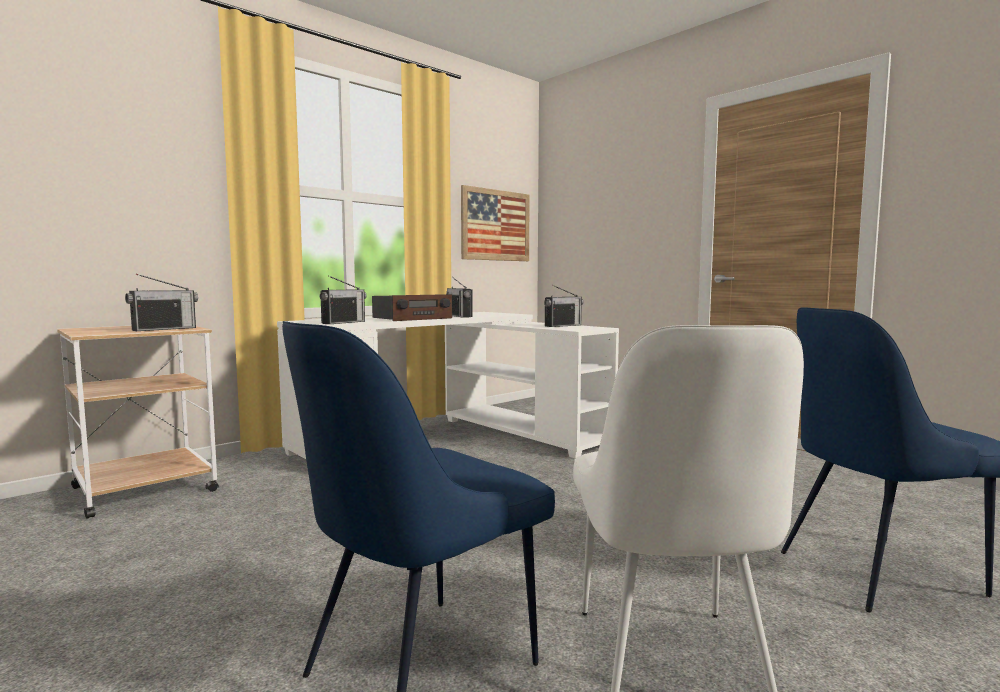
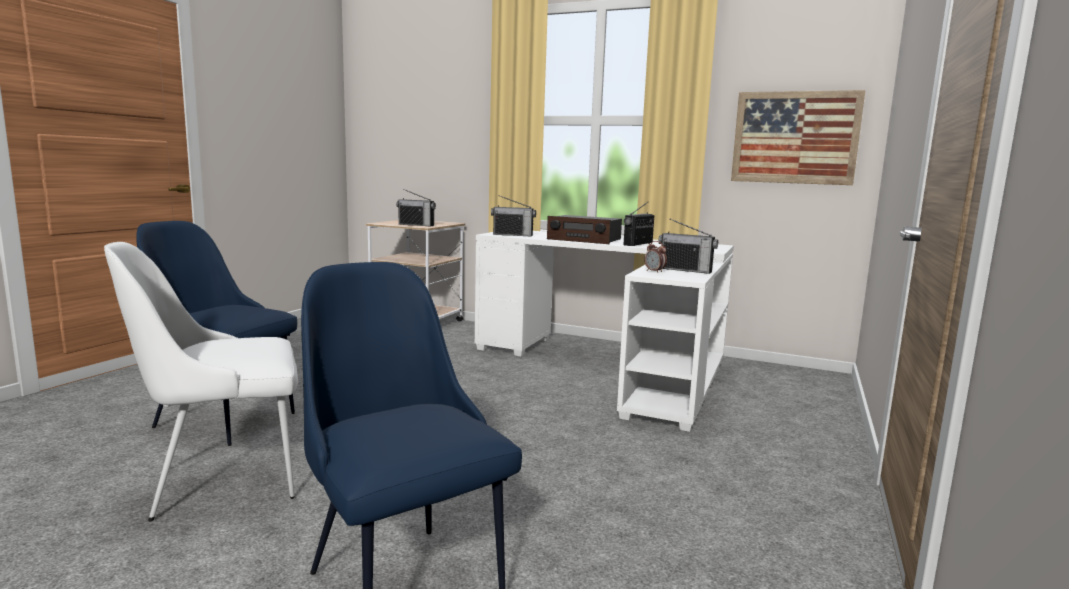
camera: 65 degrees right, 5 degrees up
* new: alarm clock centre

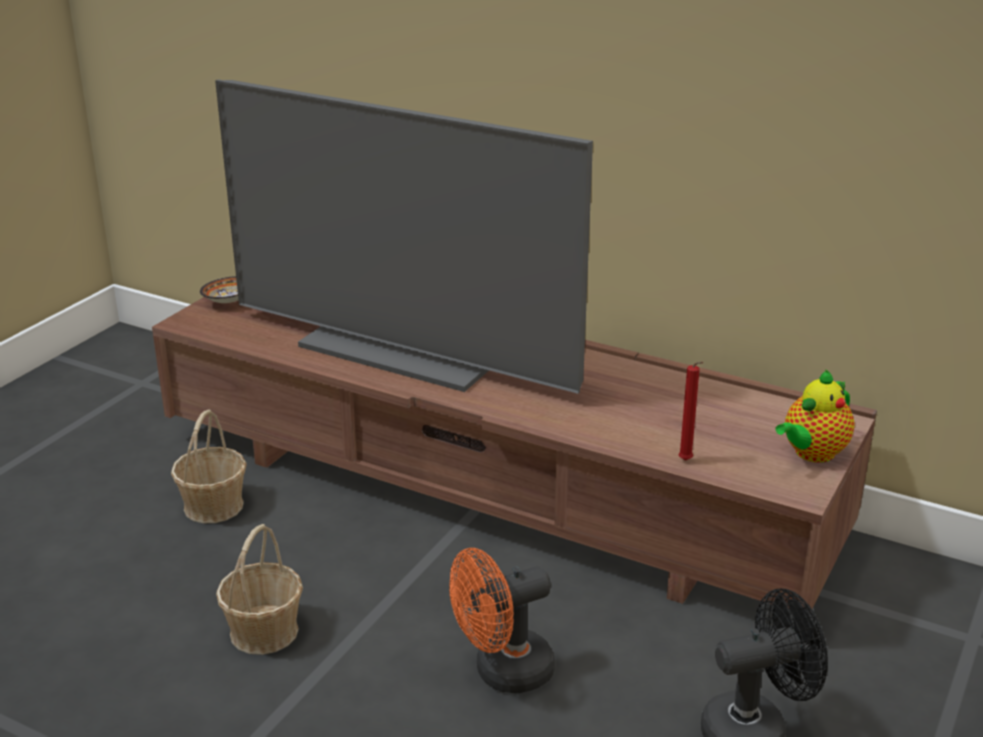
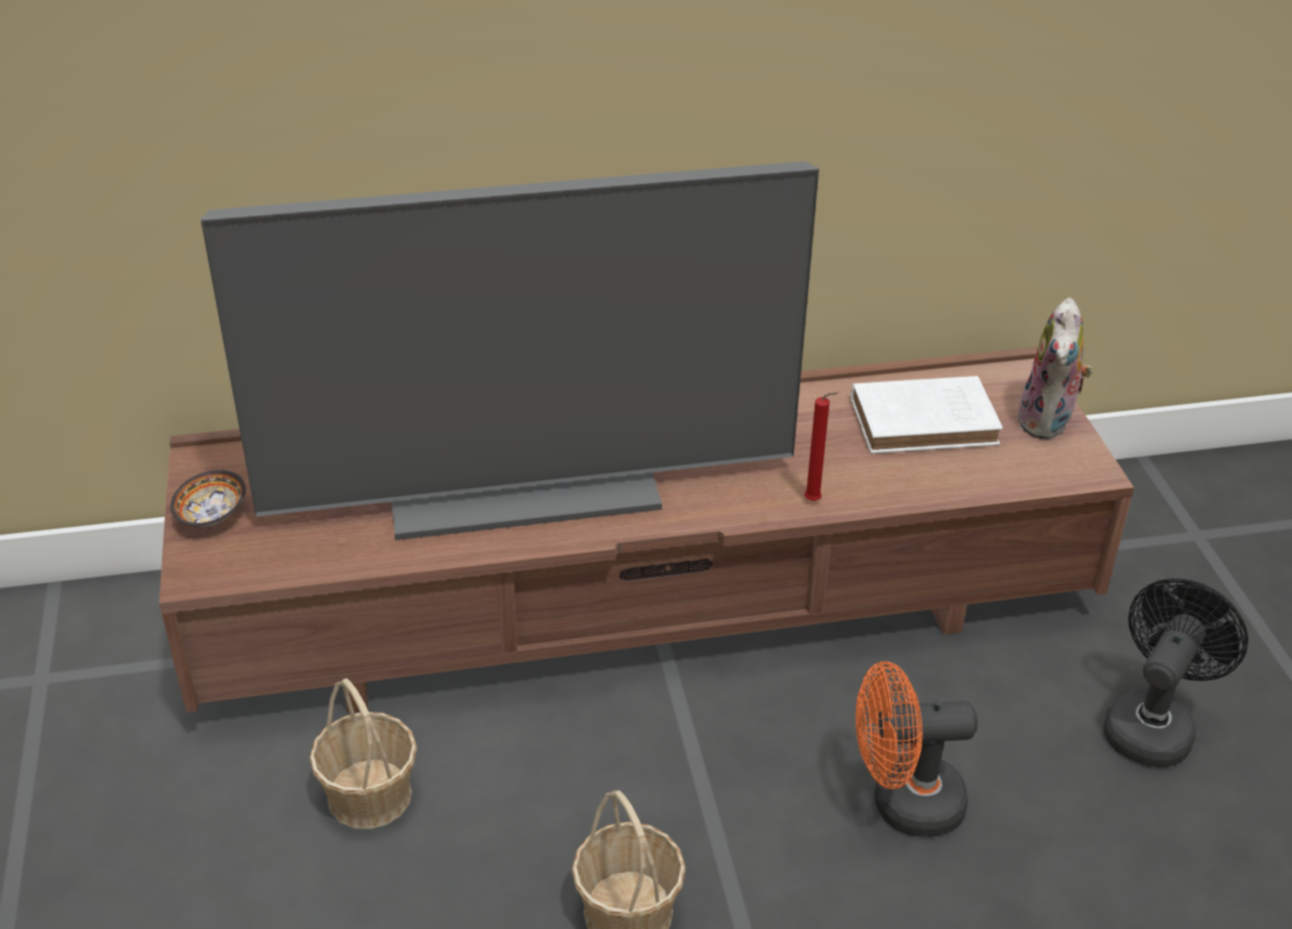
camera: 40 degrees left, 10 degrees up
* shifted: red candle middle right to centre
* new: white book middle right
* rotated: orange fan bottom centre = bottom right 60 degrees clockwise
* swapped: teapot middle right to plush toy middle right

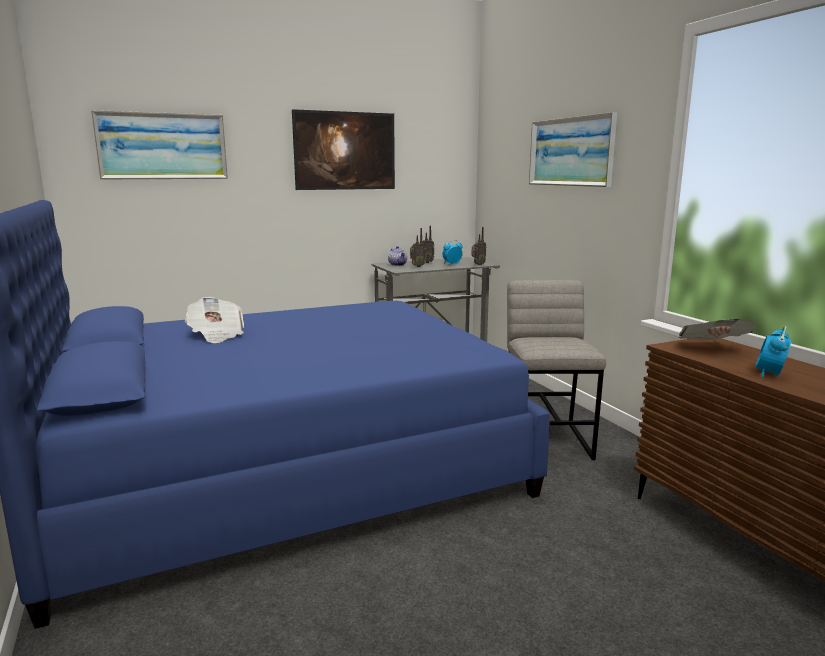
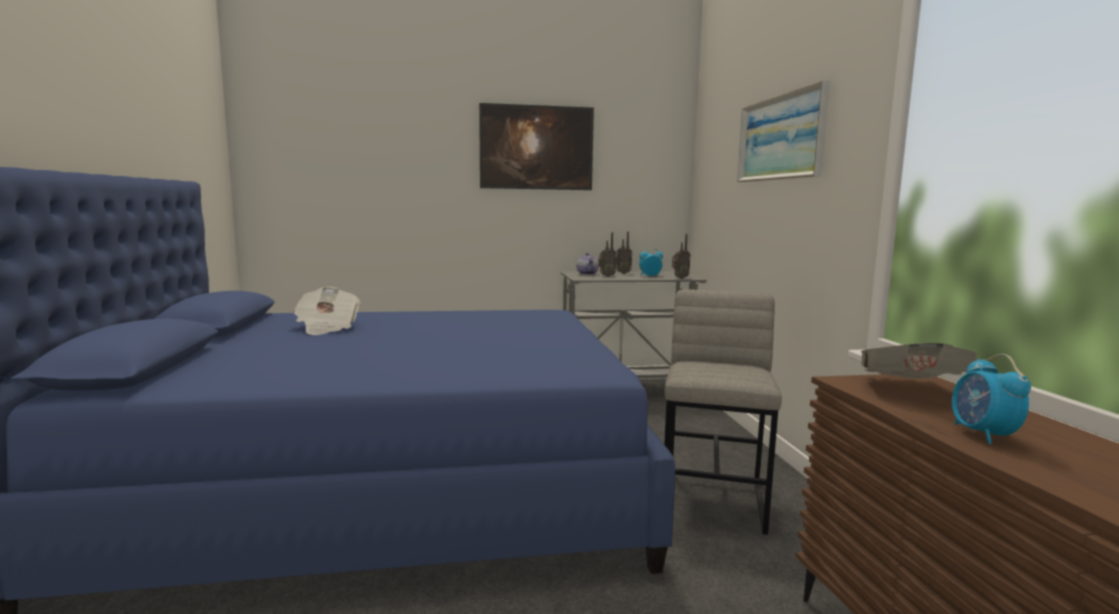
camera: 15 degrees right, 5 degrees down
* rotated: alarm clock (no. 2 from left) middle right = middle right 45 degrees counterclockwise
* gone: picture (no. 1 from left) top left

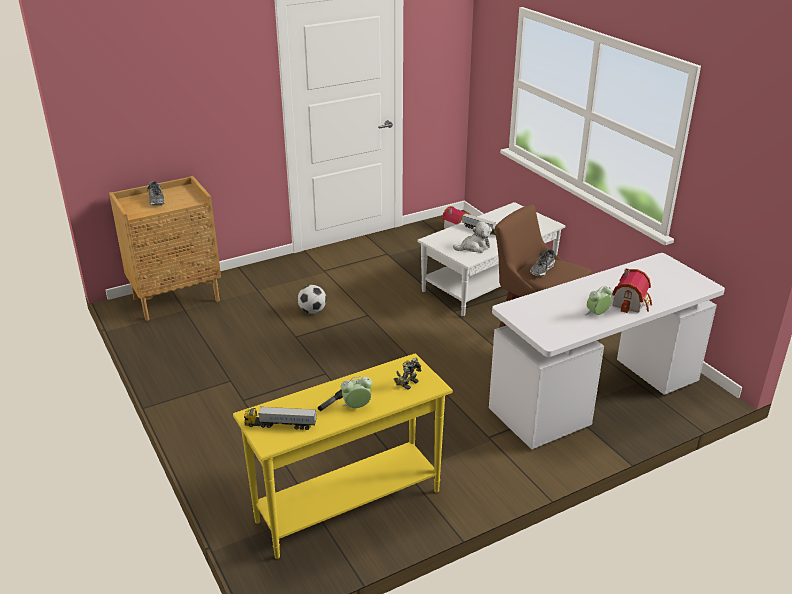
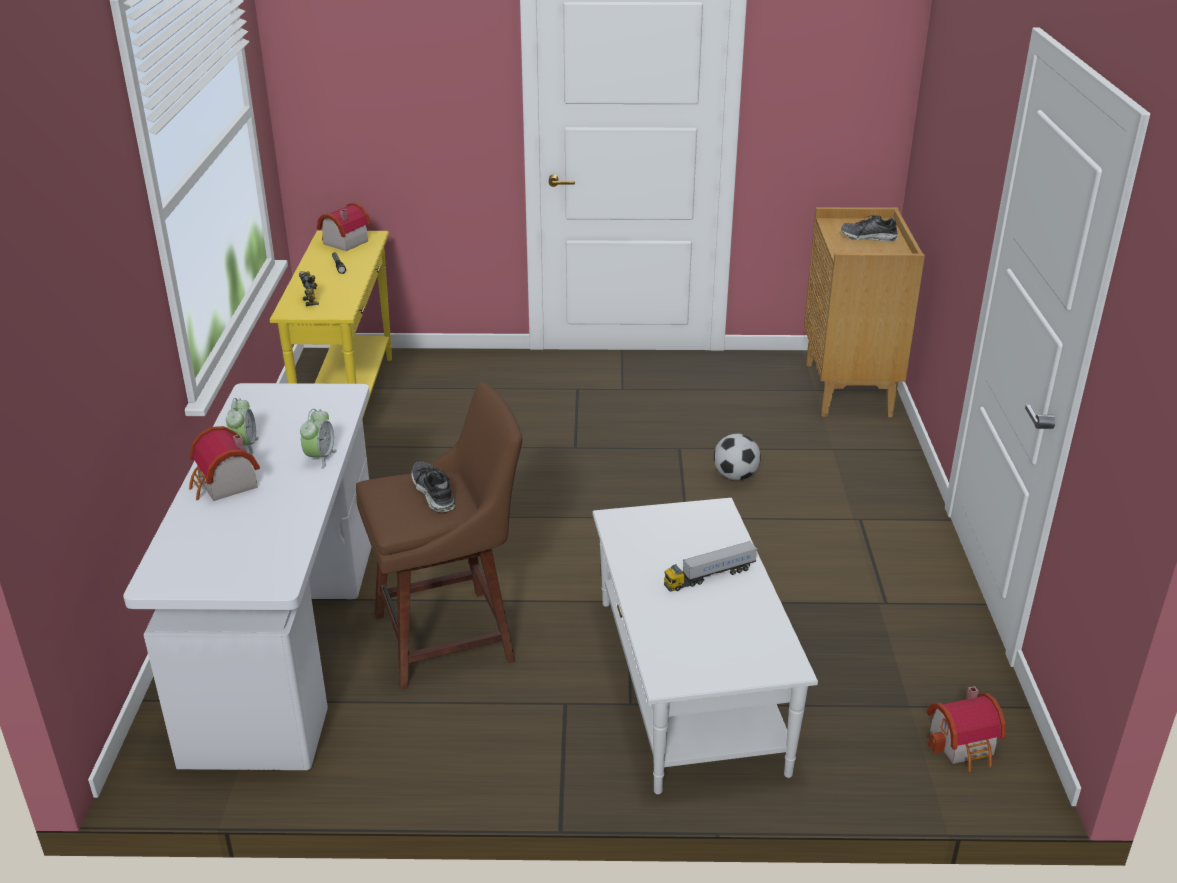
camera: 120 degrees right, 0 degrees up
* shifted: alarm clock (no. 1 from left in the first image) centre to alarm clock (no. 2 from left) middle left
* swapped: toy truck (no. 1 from left) bottom centre to toy house (no. 2 from left) top left
* gone: plush toy centre

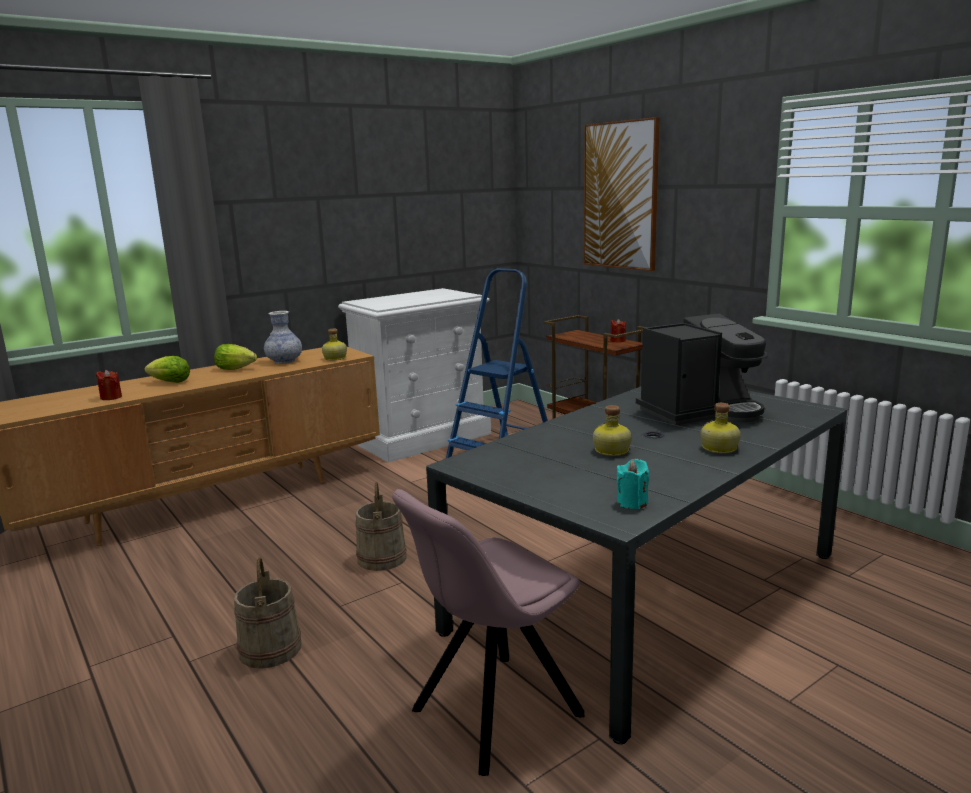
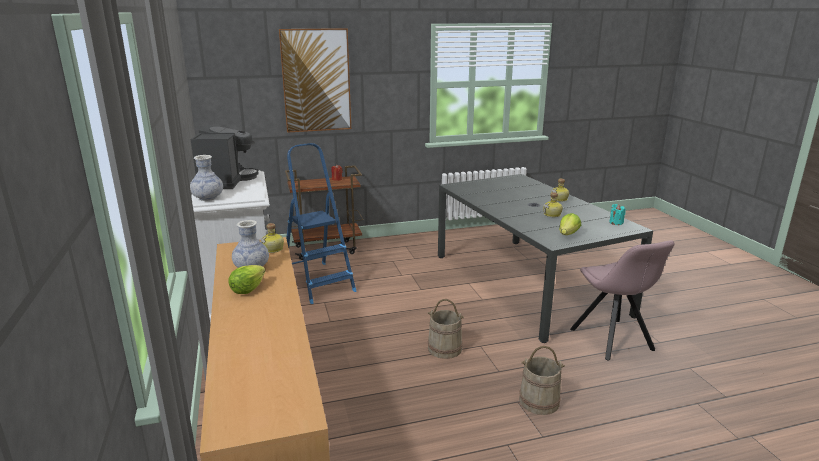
camera: 70 degrees left, 5 degrees up
* new: vase (no. 1 from left) middle left
* shifted: coffee machine middle right to middle left
* shifted: lettuce (no. 1 from left in the first image) middle left to lettuce (no. 2 from left) middle right
* gone: red candle (no. 1 from left) middle left

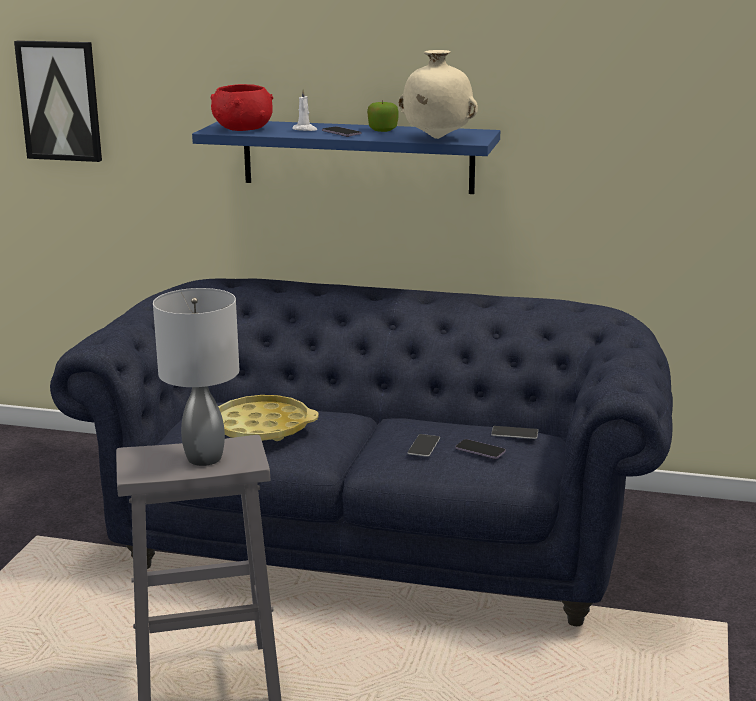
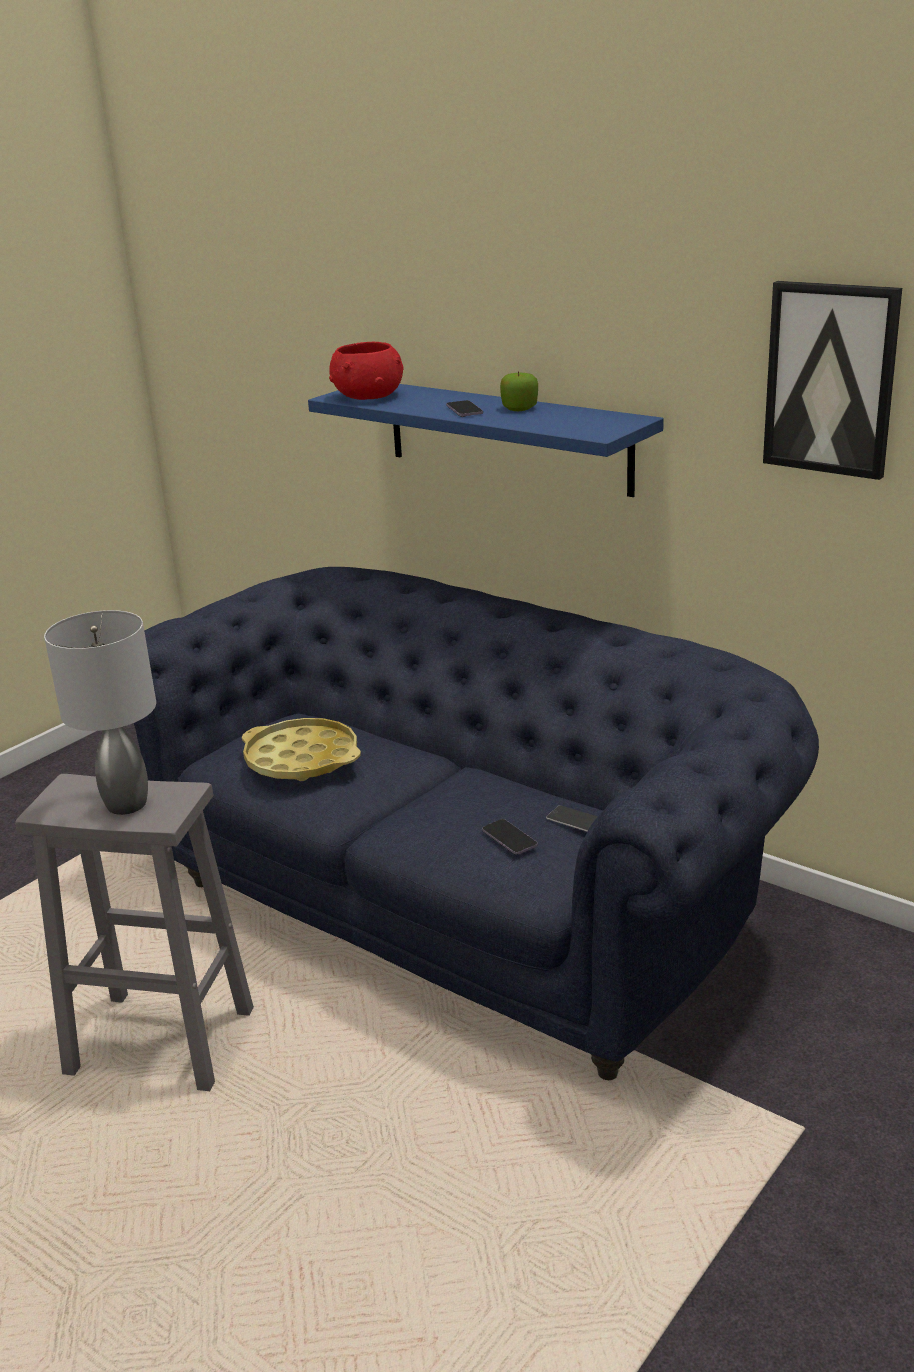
camera: 25 degrees right, 5 degrees up
* shifted: picture top left to top right
* gone: white candle top centre
* gone: beige vase top centre
* gone: phone (no. 2 from left) centre

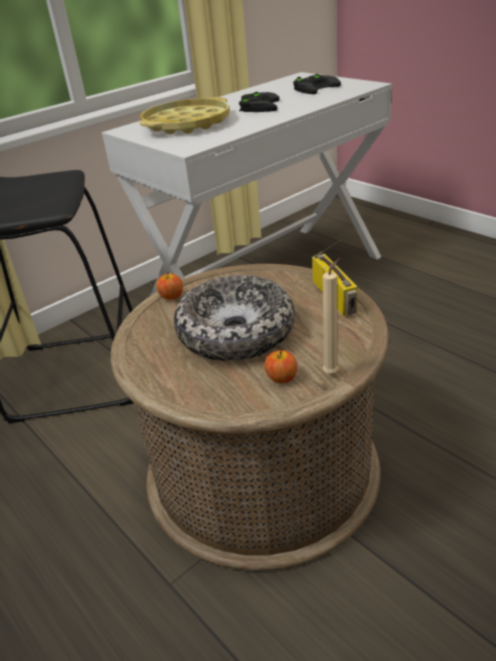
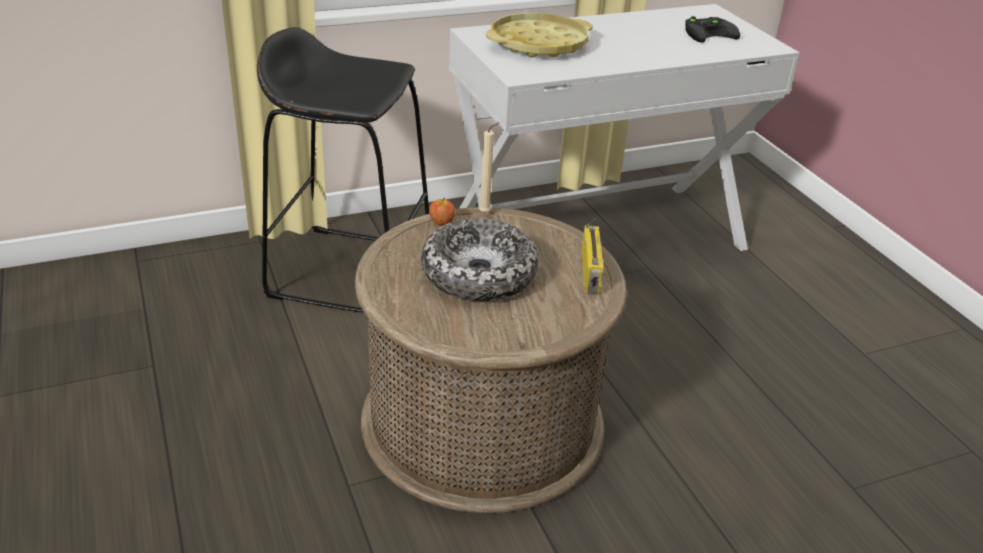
camera: 15 degrees right, 0 degrees up
* shifted: beige candle middle right to top centre
* gone: black game controller (no. 1 from left) top centre
* gone: apple (no. 2 from left) centre

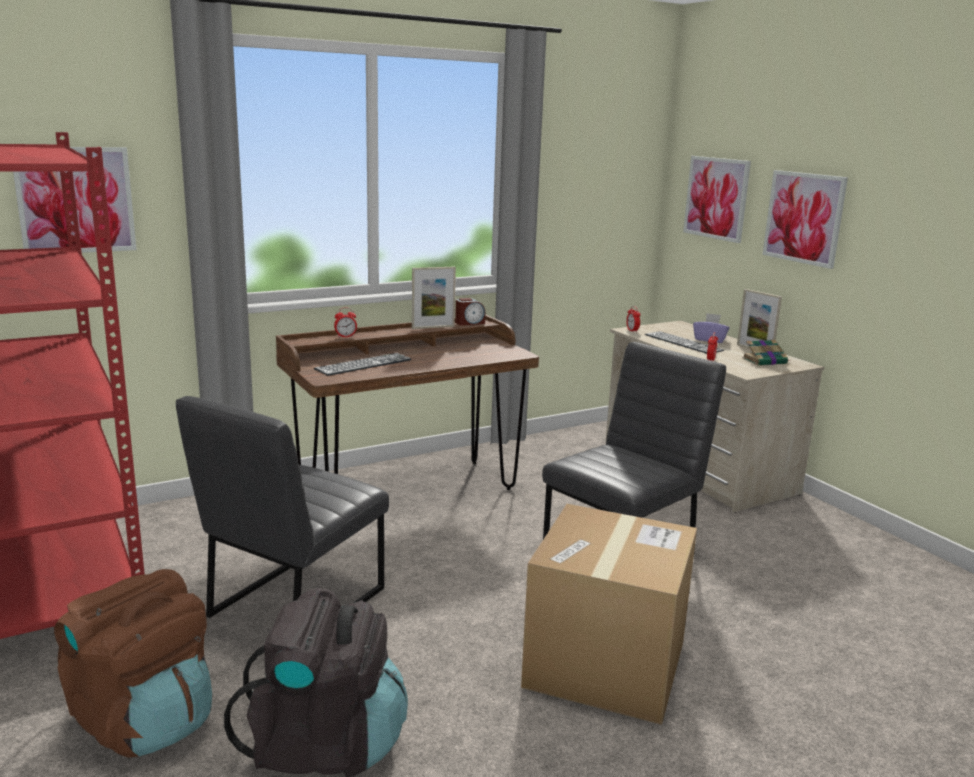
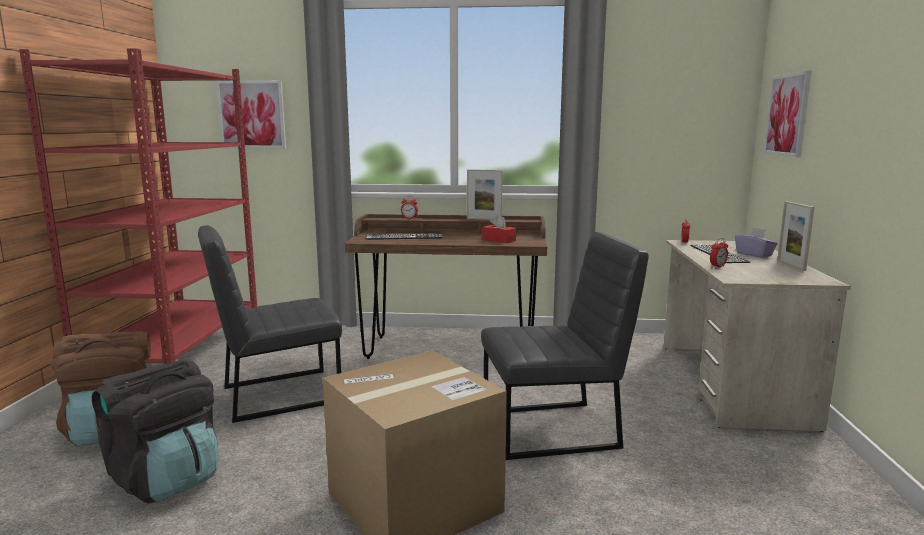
camera: 35 degrees right, 5 degrees down
* new: red tissue box centre
* gone: alarm clock (no. 2 from left) centre
* gone: book middle right
* gone: picture (no. 3 from left) top right

